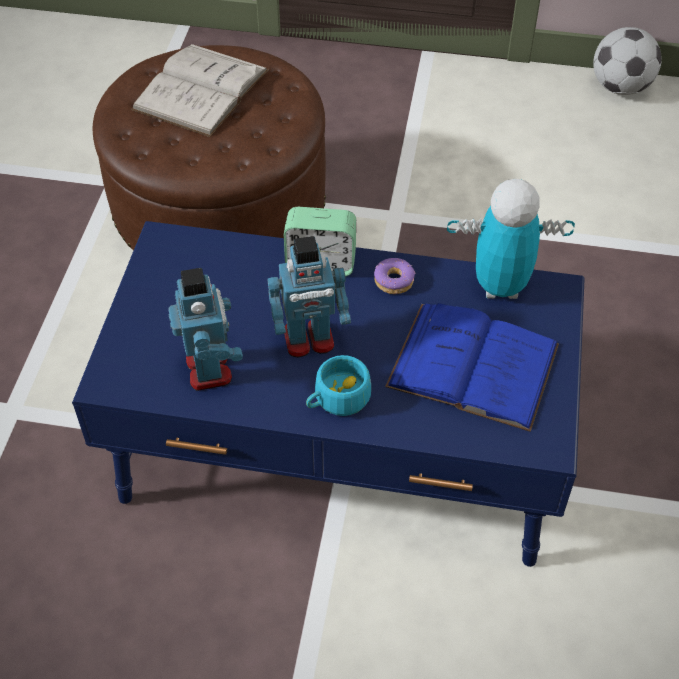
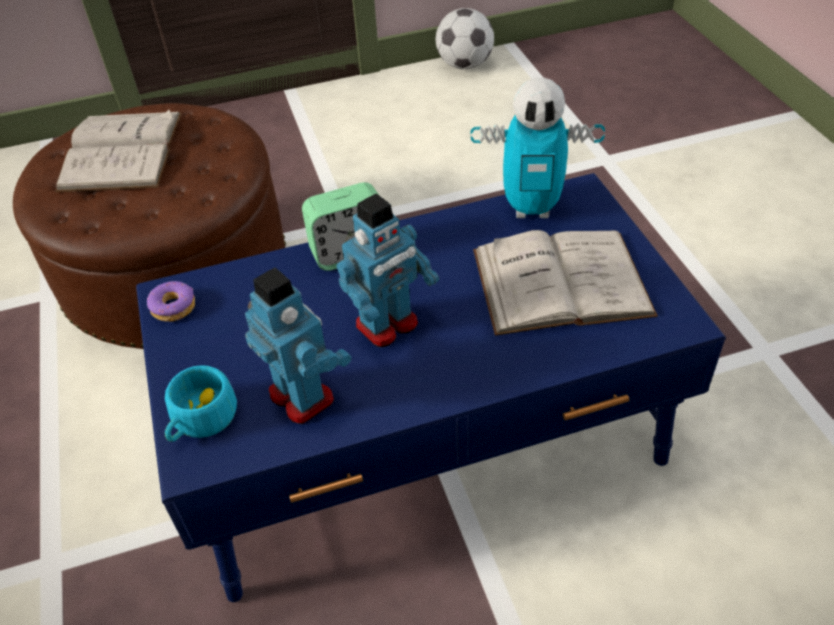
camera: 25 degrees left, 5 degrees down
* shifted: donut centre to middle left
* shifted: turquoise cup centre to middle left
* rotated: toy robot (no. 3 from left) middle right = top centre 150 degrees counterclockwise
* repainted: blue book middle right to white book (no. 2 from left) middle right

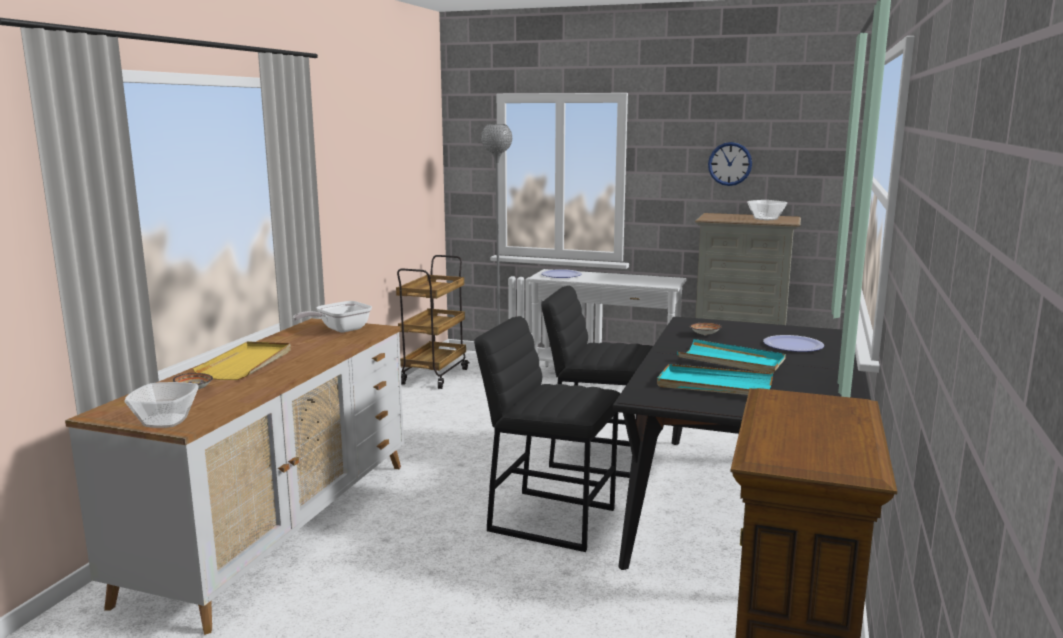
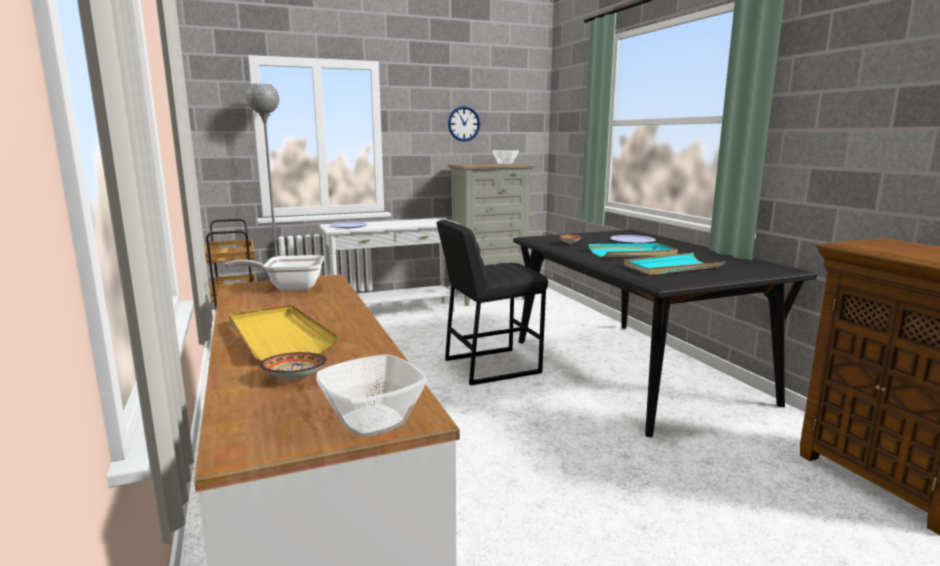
camera: 40 degrees left, 0 degrees up
* rotated: frying pan middle left = middle left 75 degrees clockwise
* gone: black chair (no. 1 from left) bottom centre

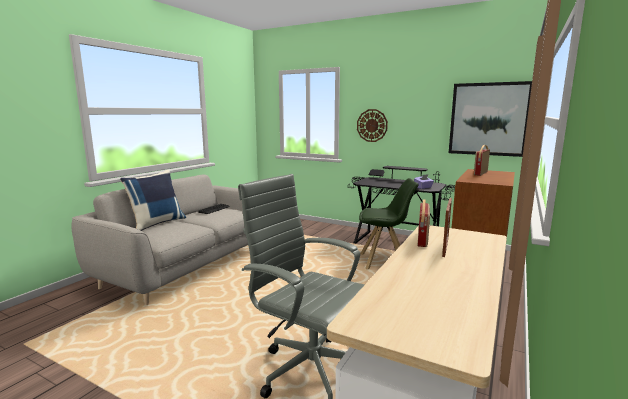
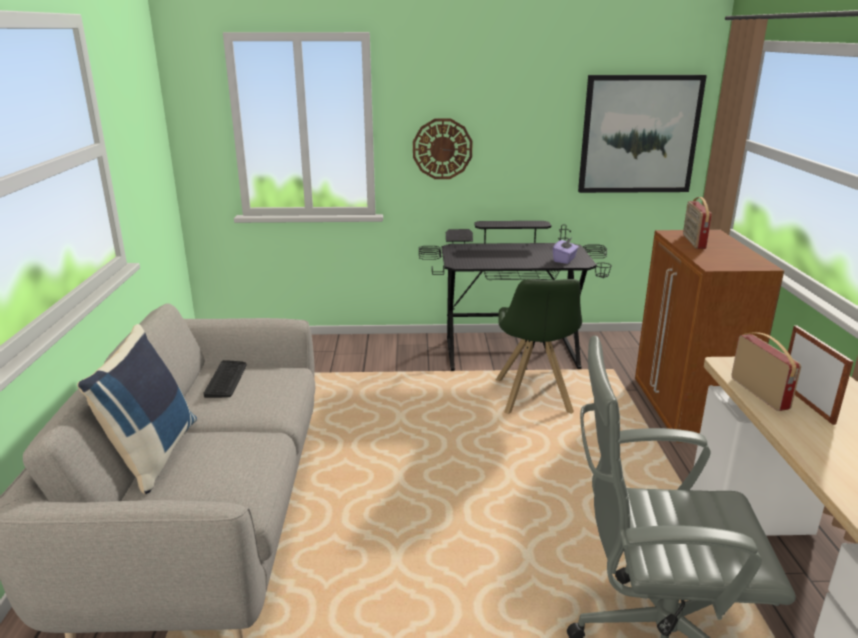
camera: 30 degrees left, 10 degrees up
* rotated: green chair centre = centre 120 degrees clockwise

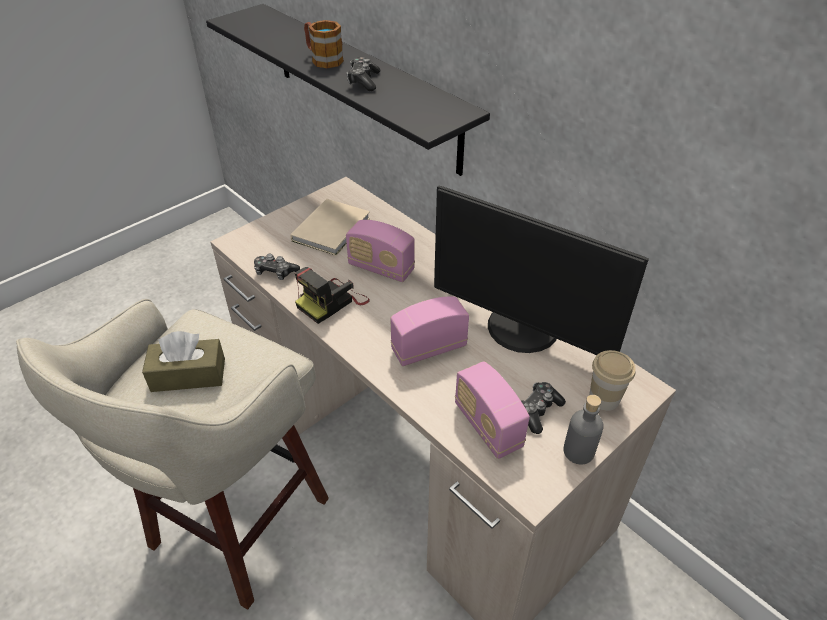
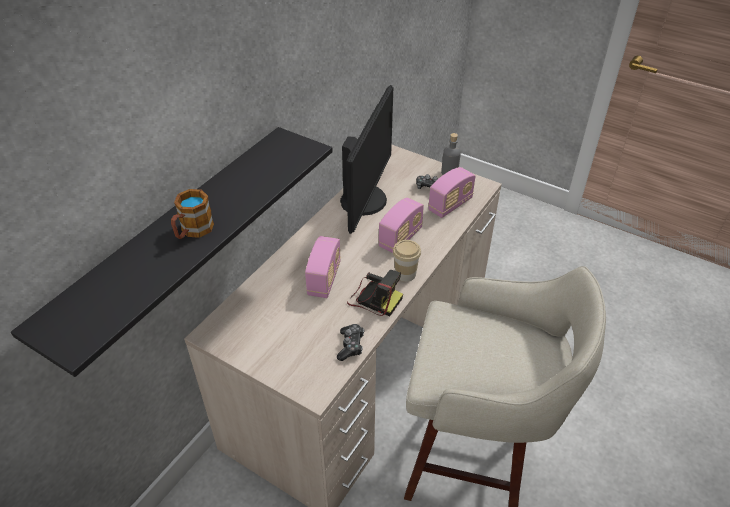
camera: 105 degrees left, 0 degrees up
* rotated: radio (no. 2 from left) centre = centre 105 degrees counterclockwise
* shifted: cup middle right to centre
* gone: brown tissue box middle left
* gone: beige book centre
* gone: game controller (no. 2 from left) top centre

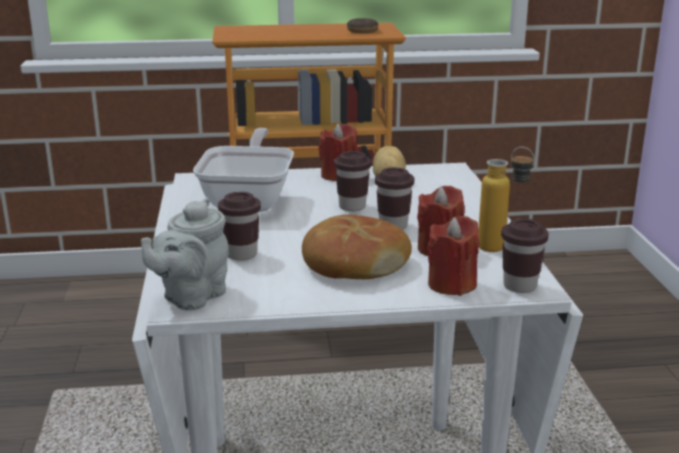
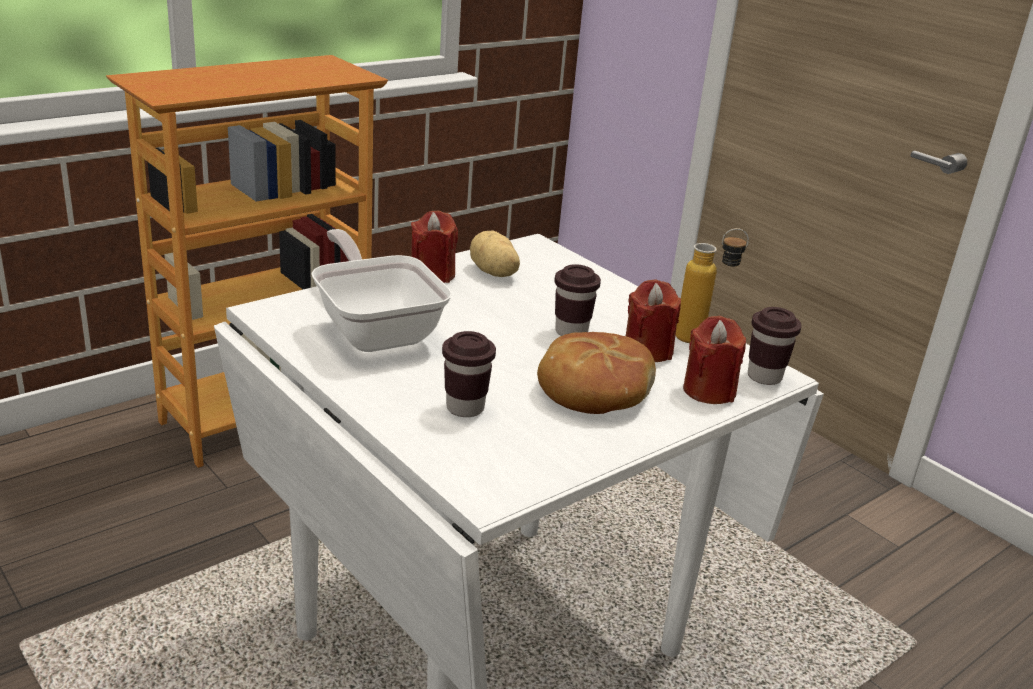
camera: 35 degrees left, 5 degrees up
* gone: grey teapot middle left
* gone: brown cup (no. 2 from left) centre
* gone: donut top centre

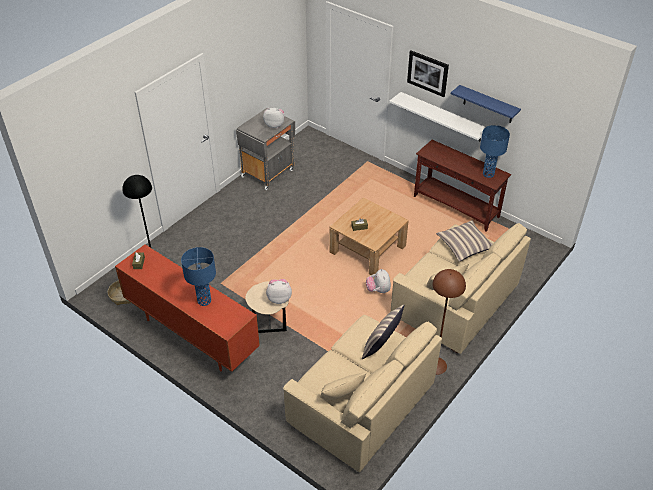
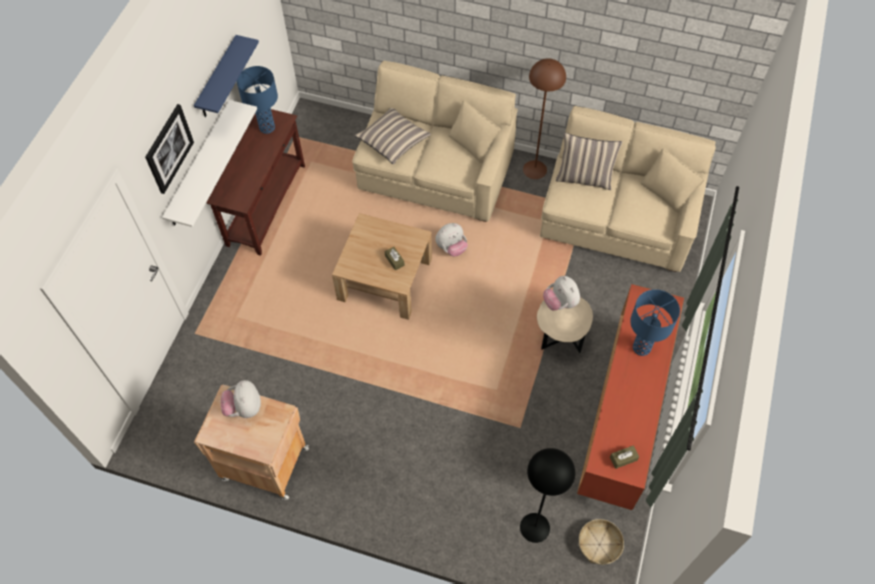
camera: 110 degrees left, 15 degrees up
* repainted: grey cart top centre to brown cart bottom left

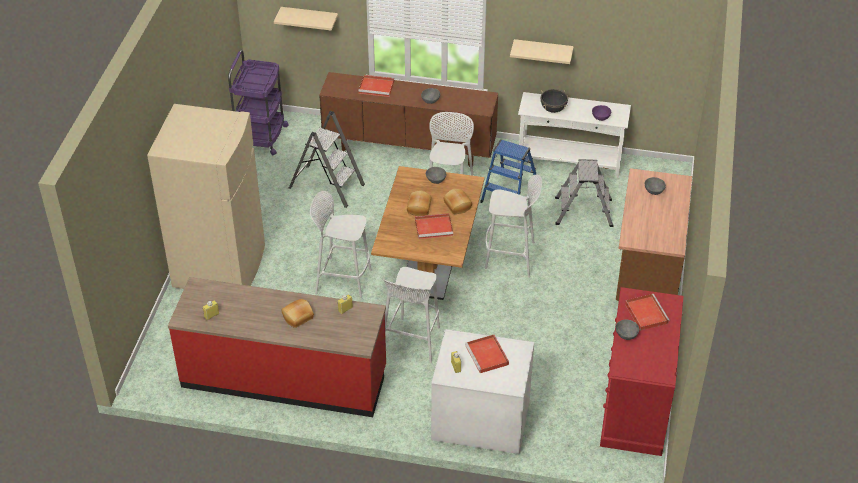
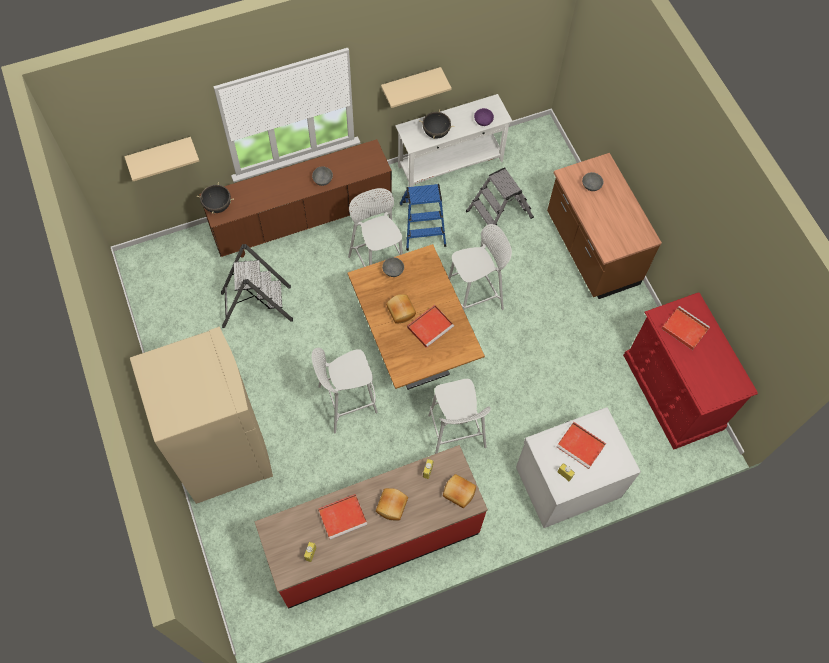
camera: 35 degrees left, 20 degrees up
* new: black cooking pot (no. 1 from left) top left
* shifted: red tray (no. 1 from left) top centre to bottom centre
* shifted: bread (no. 3 from left) centre to bottom centre
* gone: purple cart top left
* gone: grey bowl (no. 3 from left) bottom right

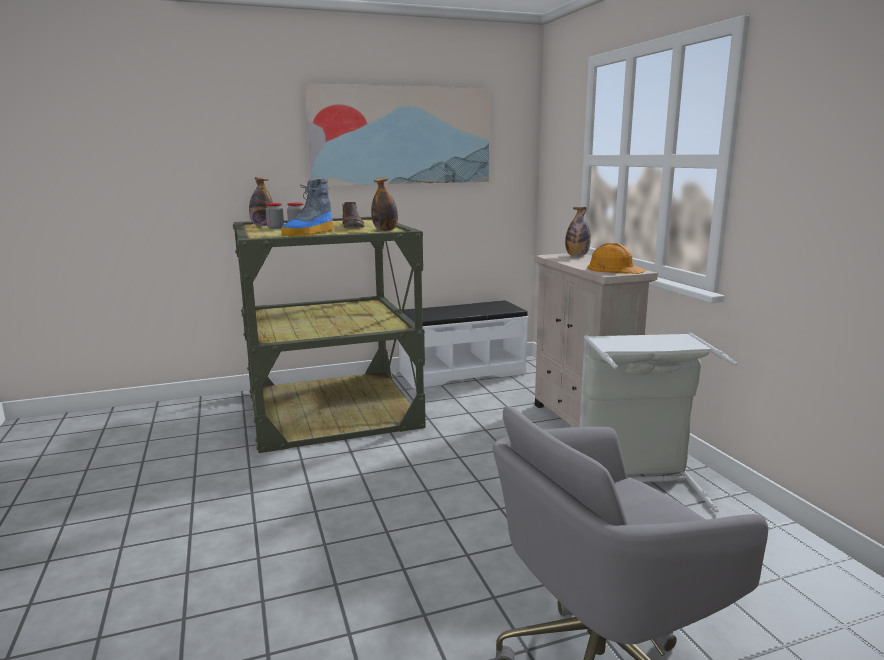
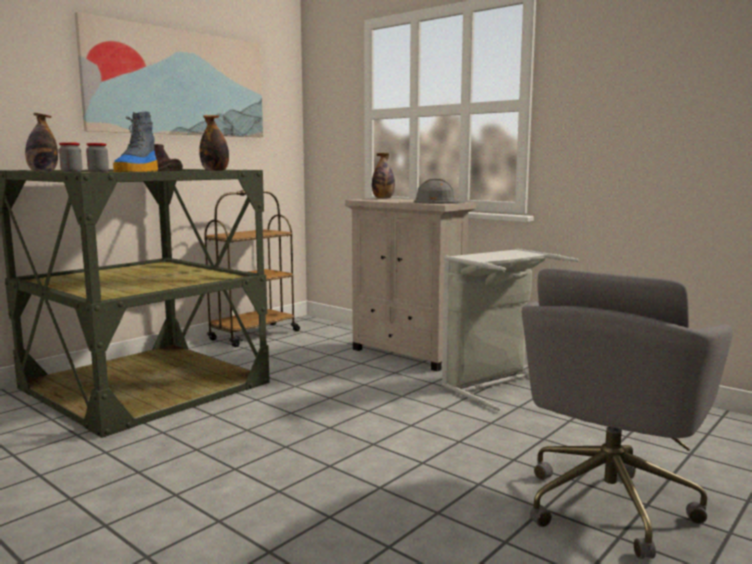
camera: 30 degrees left, 5 degrees down
* swapped: white bench centre to brown cart centre
* repainted: orange hard hat middle right to grey hard hat centre

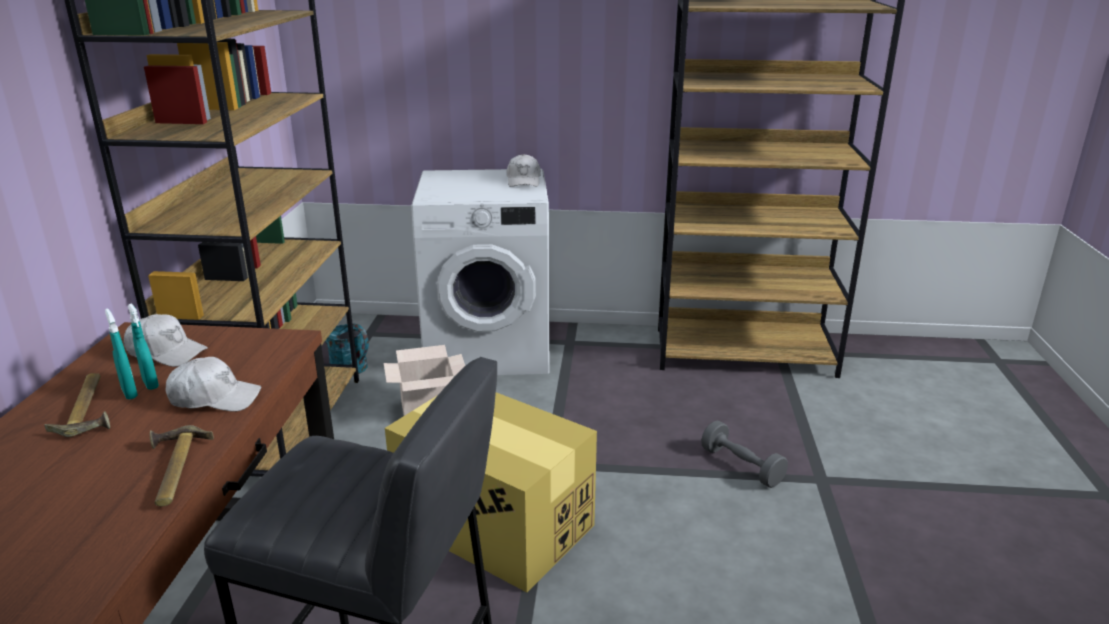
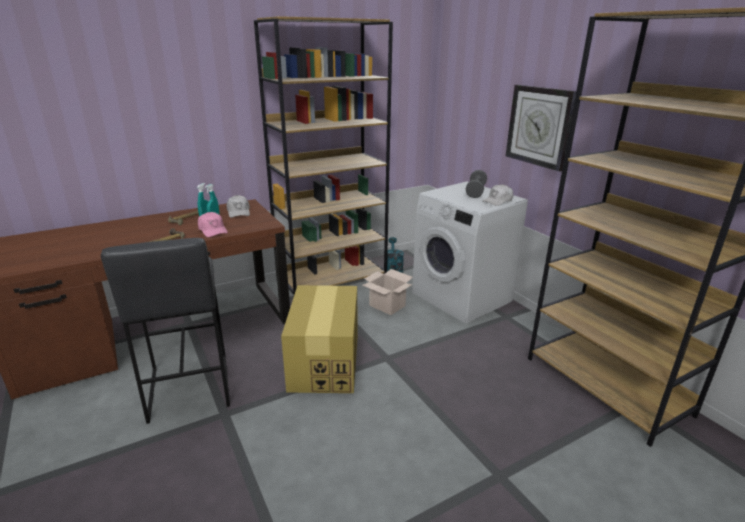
camera: 55 degrees right, 0 degrees up
* repainted: white cap (no. 2 from left) middle left to pink cap middle left
* shifted: grey dumbbell bottom right to centre
* new: wall clock top right

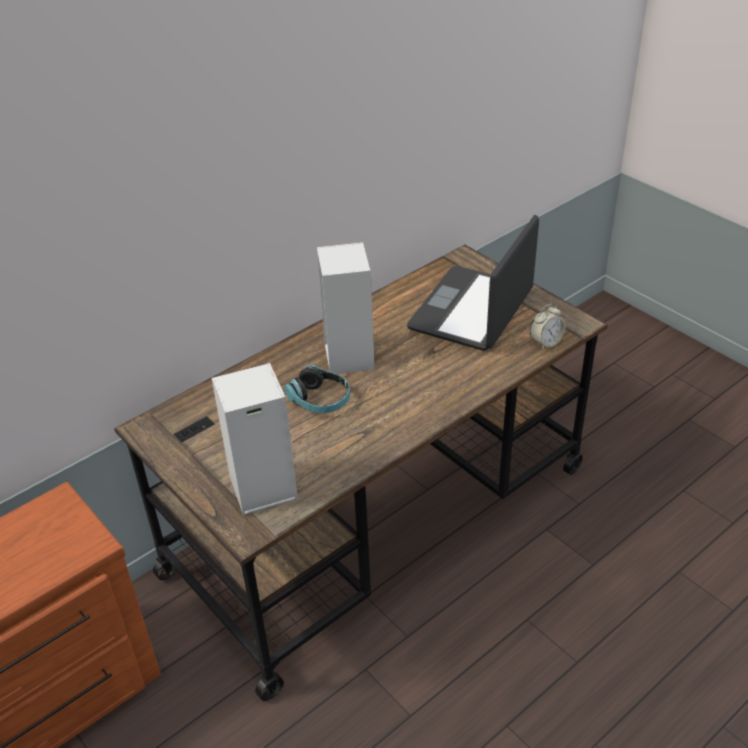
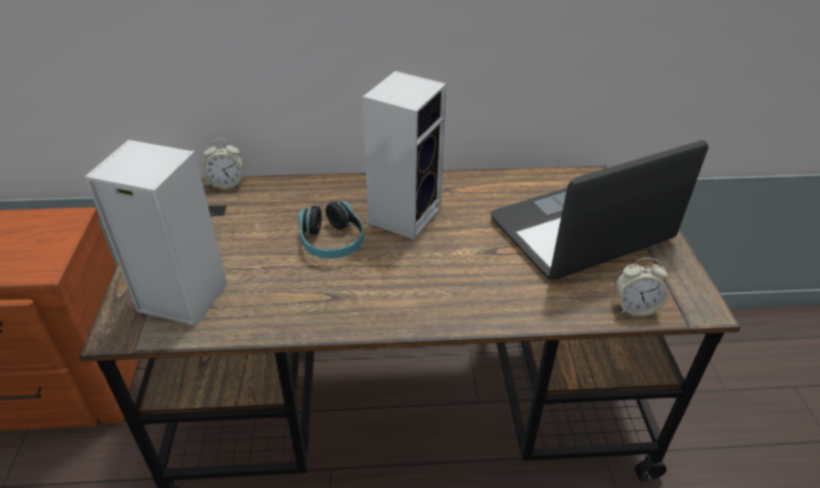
camera: 35 degrees right, 0 degrees up
* new: alarm clock (no. 1 from left) middle left

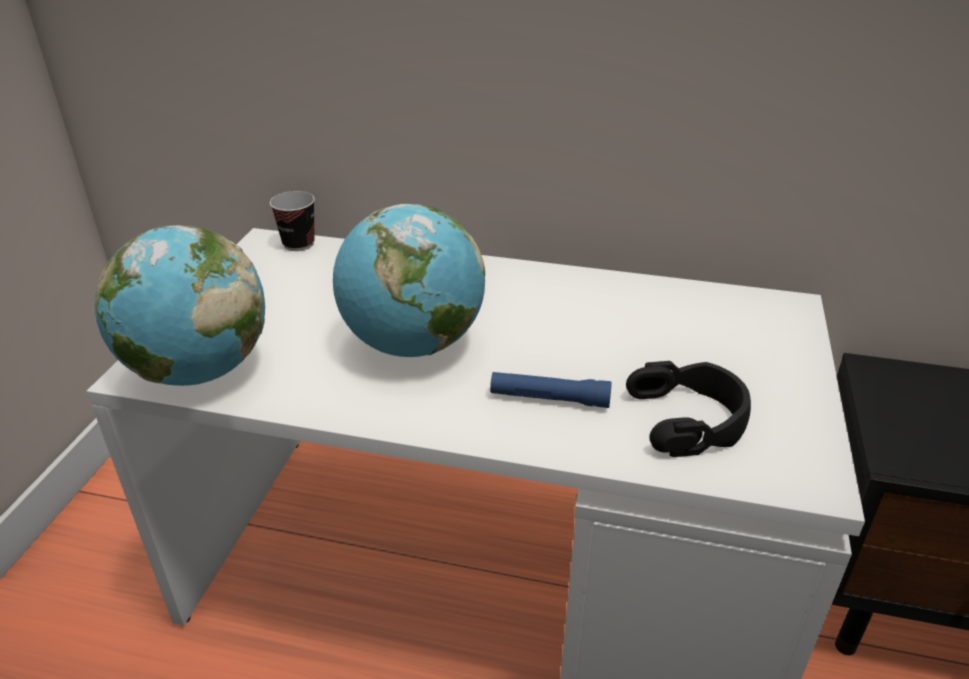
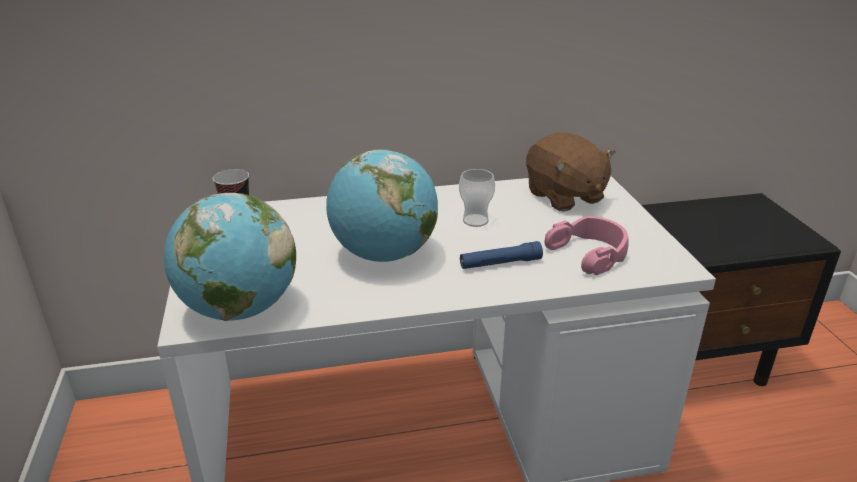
camera: 25 degrees left, 5 degrees down
* new: cup (no. 2 from left) centre
* new: brown plush toy centre
* repainted: black headphones middle right to pink headphones middle right

